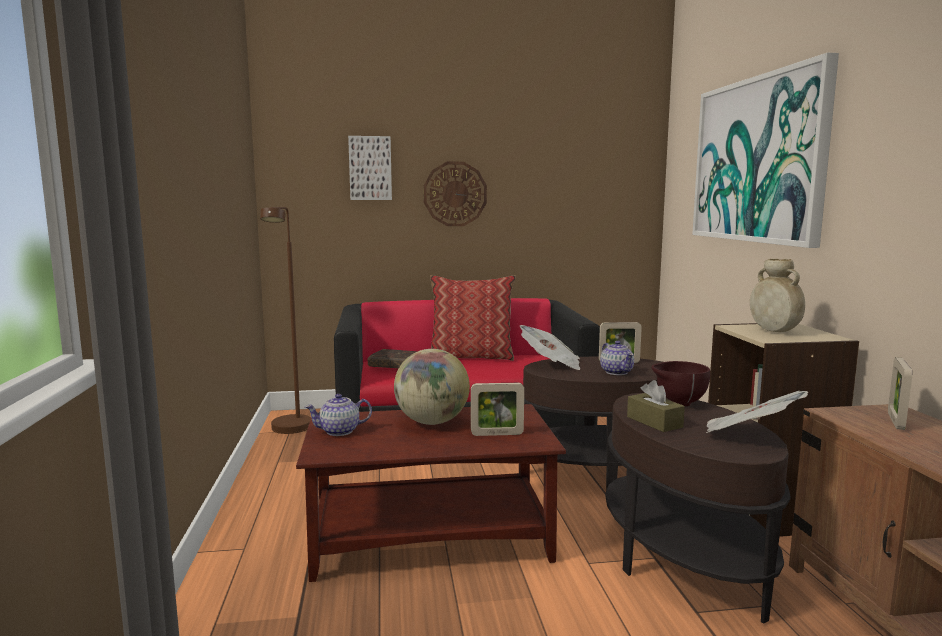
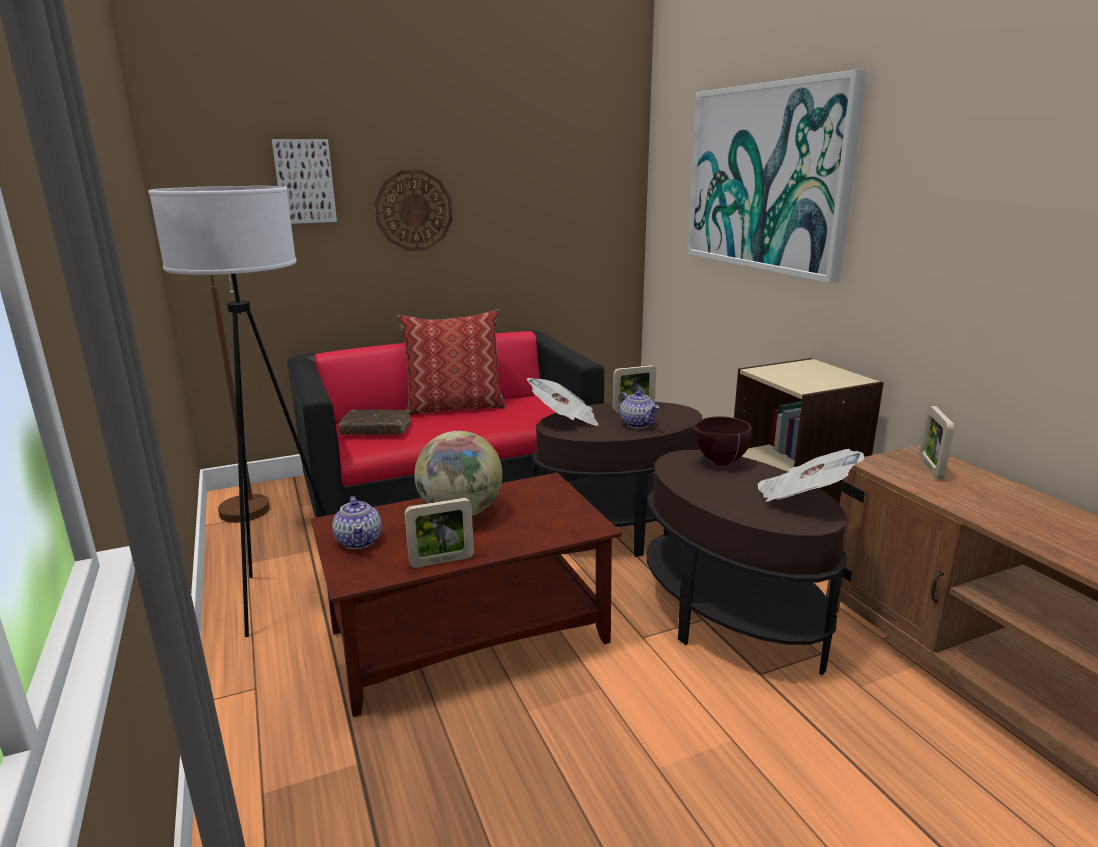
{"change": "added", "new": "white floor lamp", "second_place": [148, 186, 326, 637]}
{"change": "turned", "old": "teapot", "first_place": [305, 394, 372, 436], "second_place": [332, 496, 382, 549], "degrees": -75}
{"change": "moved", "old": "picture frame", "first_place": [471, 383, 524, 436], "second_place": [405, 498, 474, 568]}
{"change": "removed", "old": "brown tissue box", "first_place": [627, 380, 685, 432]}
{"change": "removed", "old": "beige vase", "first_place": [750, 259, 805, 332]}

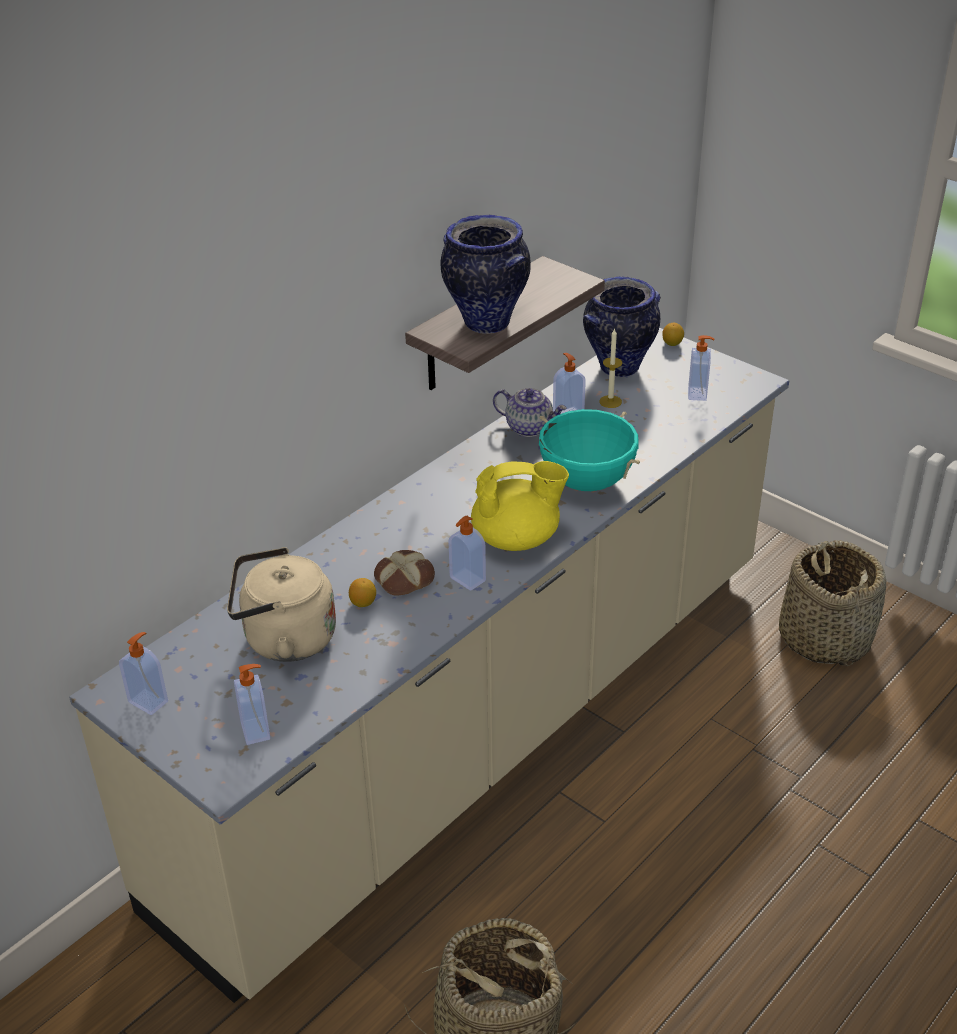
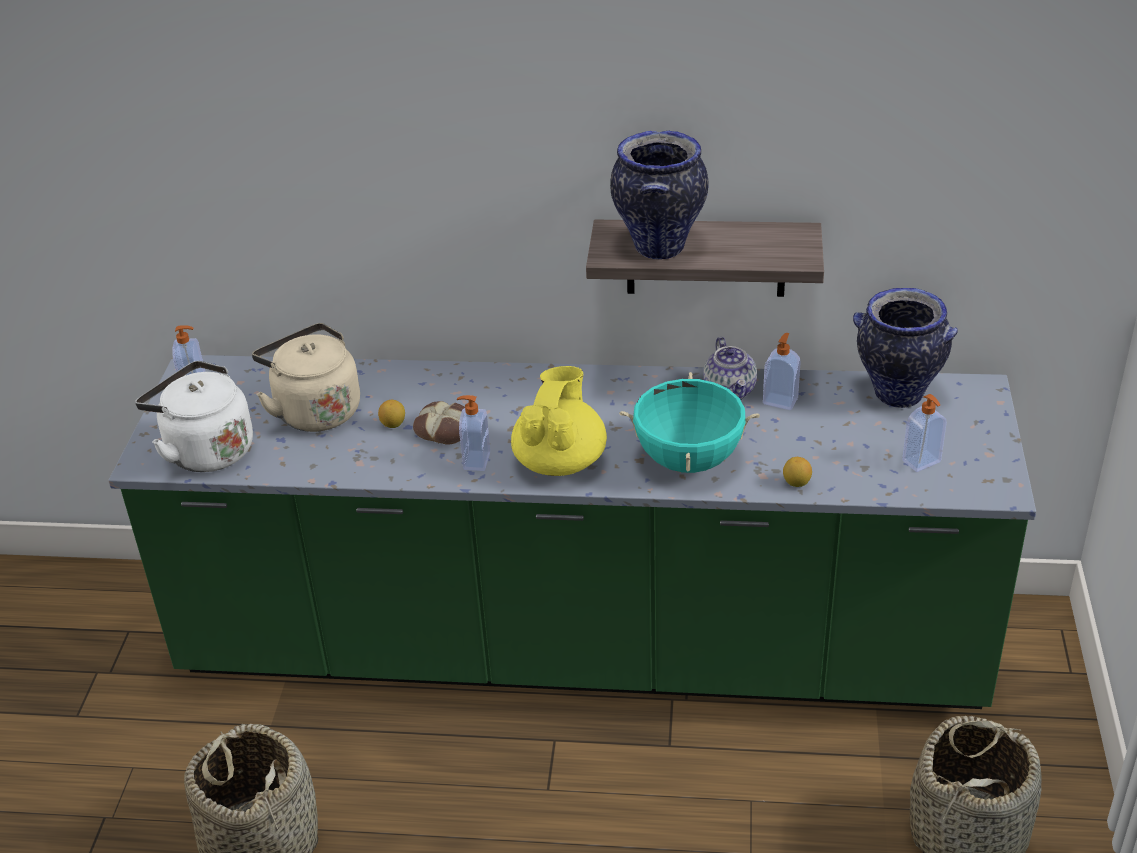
{"change": "recoloured", "old": "beige counter", "new": "green counter", "first_place": [69, 327, 789, 1003], "second_place": [108, 355, 1036, 709]}
{"change": "replaced", "old": "soap dispenser", "new": "white kettle", "first_place": [234, 664, 270, 745], "second_place": [135, 361, 253, 472]}
{"change": "turned", "old": "yellow teapot", "first_place": [471, 461, 569, 551], "second_place": [511, 366, 607, 476], "degrees": -120}
{"change": "moved", "old": "lemon", "first_place": [662, 323, 684, 346], "second_place": [783, 457, 812, 487]}
{"change": "removed", "old": "candle", "first_place": [599, 328, 622, 408]}

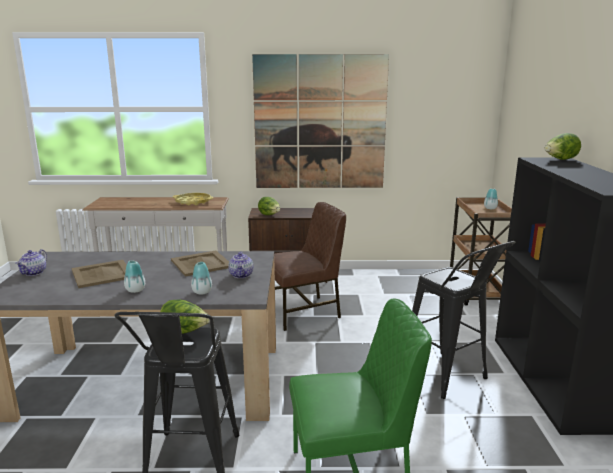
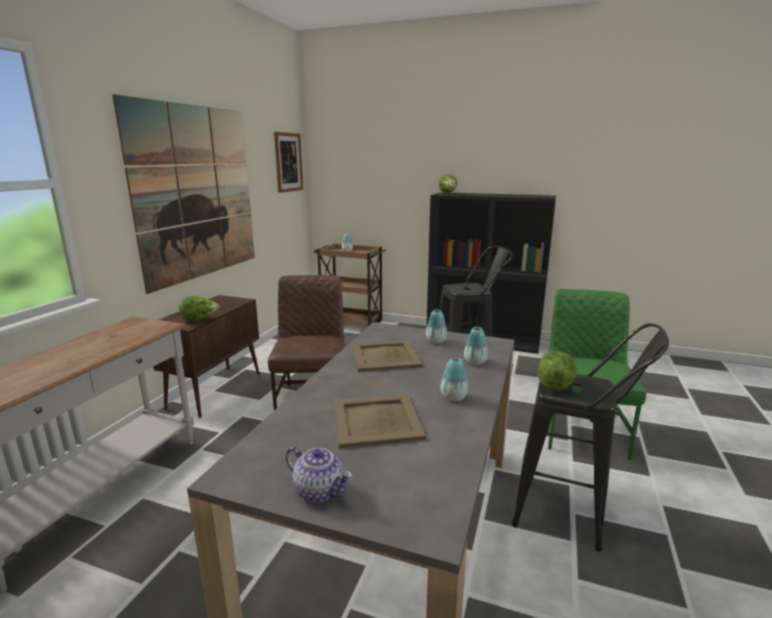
{"change": "added", "new": "picture", "second_place": [274, 132, 303, 193]}
{"change": "replaced", "old": "teapot", "new": "vase", "first_place": [228, 251, 253, 278], "second_place": [426, 309, 447, 344]}
{"change": "removed", "old": "yellow tray", "first_place": [173, 193, 213, 205]}

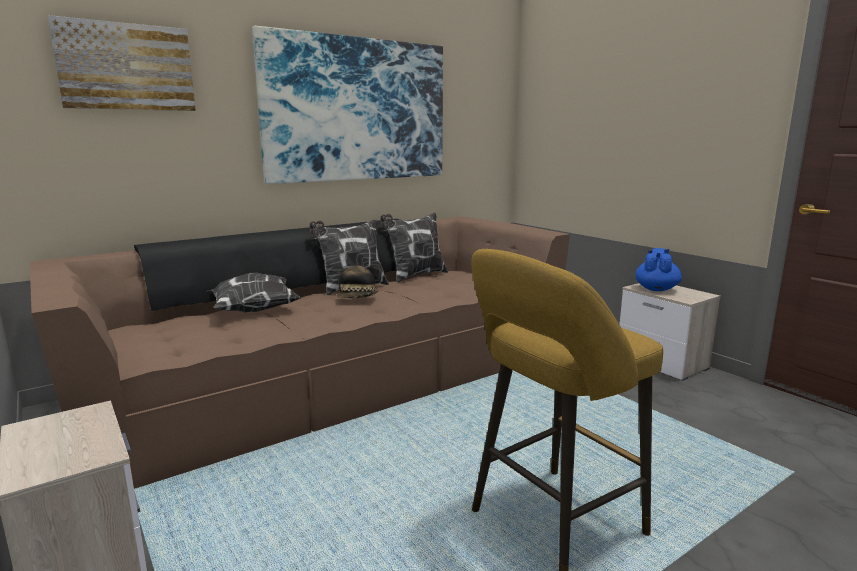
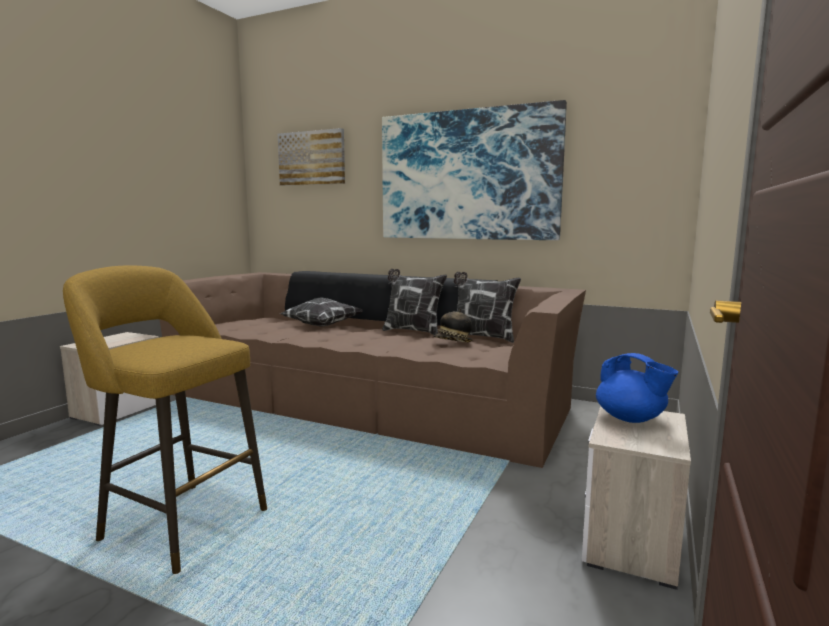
{"change": "moved", "old": "hat", "first_place": [337, 261, 378, 298], "second_place": [433, 308, 473, 342]}
{"change": "turned", "old": "blue teapot", "first_place": [635, 248, 682, 291], "second_place": [596, 353, 678, 423], "degrees": 60}

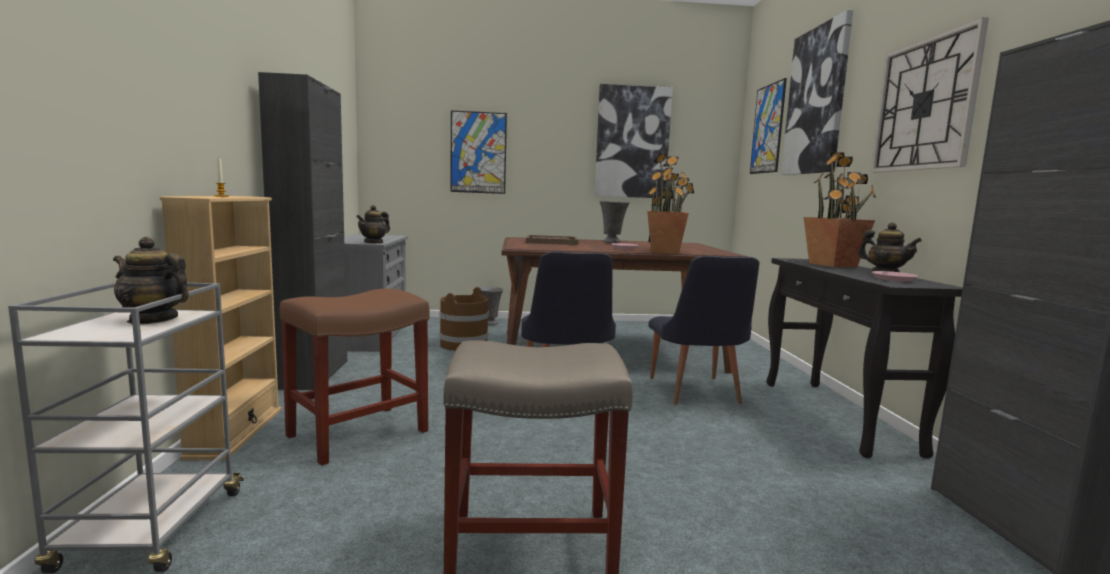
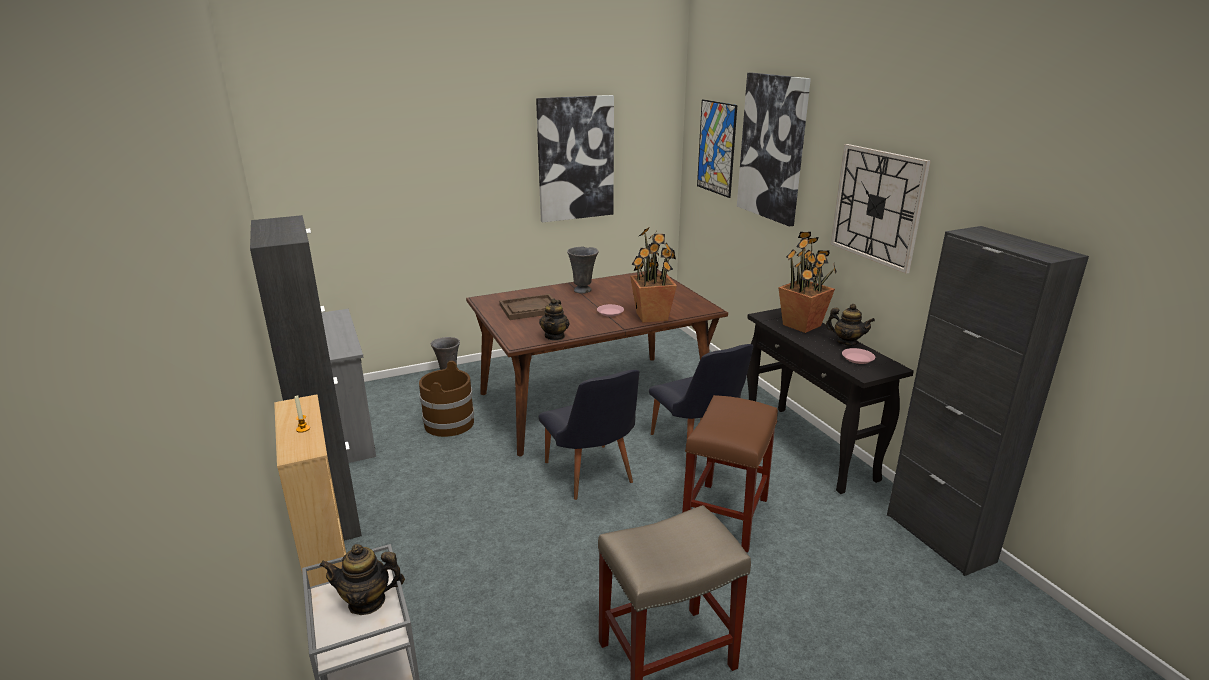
{"change": "moved", "old": "teapot", "first_place": [356, 205, 390, 244], "second_place": [539, 298, 570, 341]}
{"change": "moved", "old": "brown stool", "first_place": [280, 288, 430, 466], "second_place": [682, 395, 778, 553]}
{"change": "removed", "old": "picture", "first_place": [450, 110, 507, 194]}

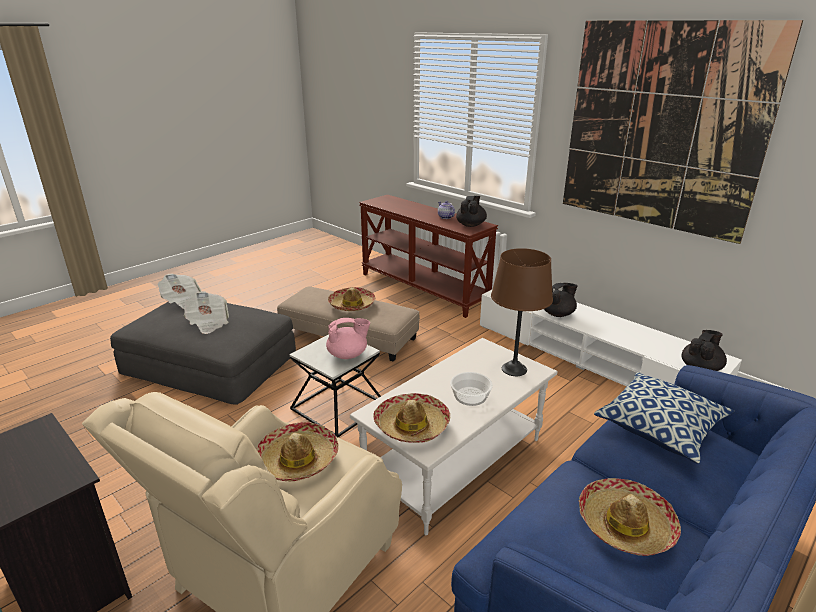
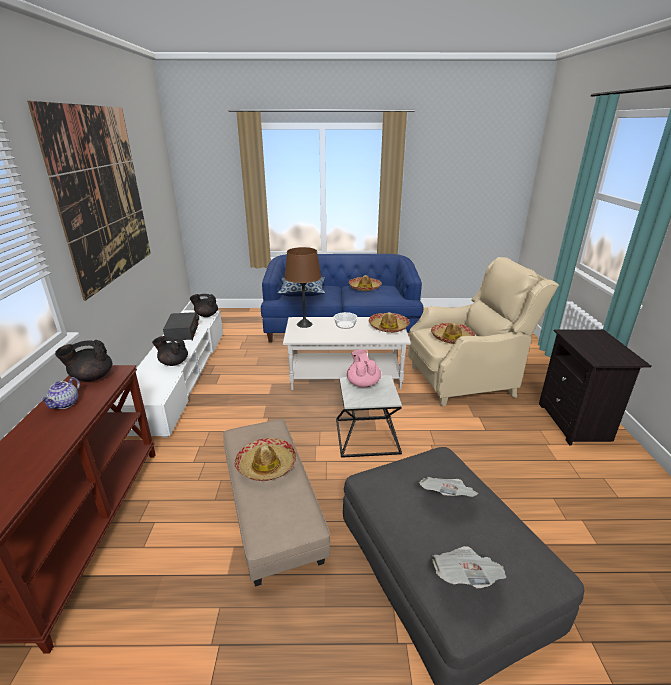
{"change": "added", "new": "radio", "second_place": [163, 311, 199, 340]}
{"change": "turned", "old": "pink teapot", "first_place": [326, 318, 370, 359], "second_place": [347, 349, 381, 388], "degrees": 45}

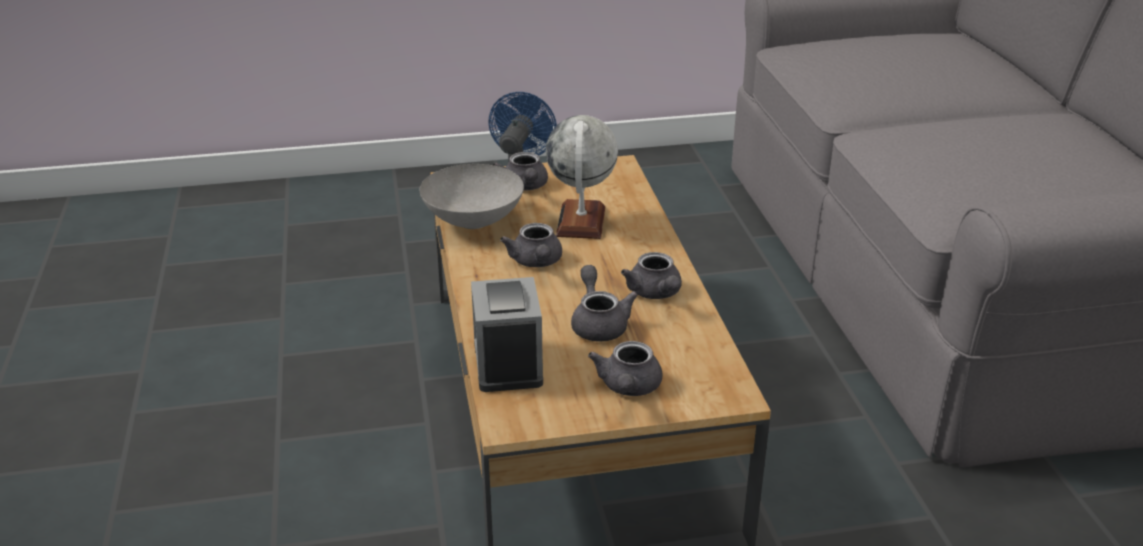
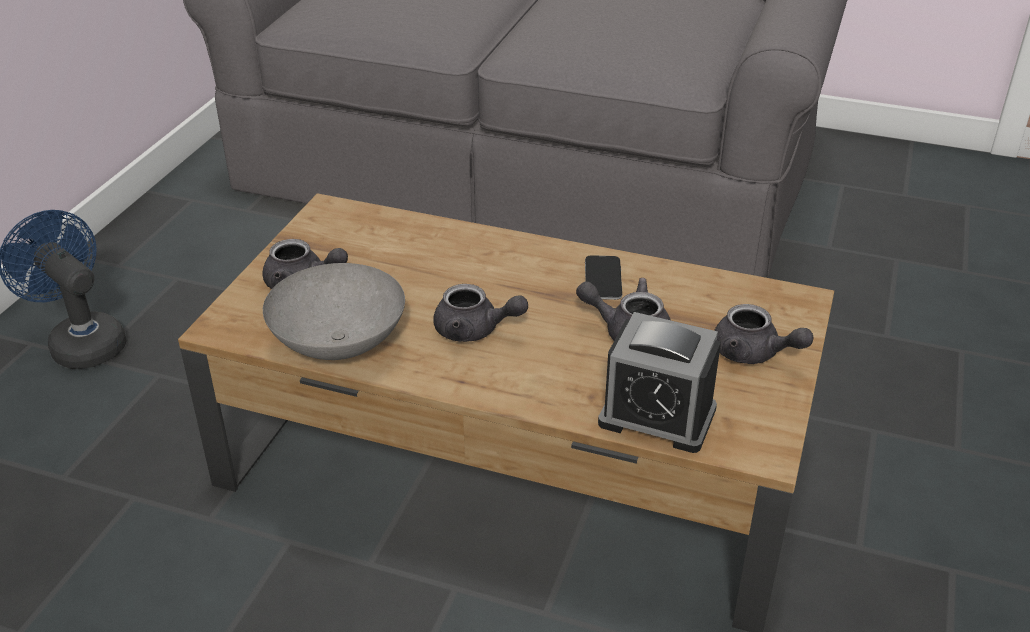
{"change": "replaced", "old": "grey teapot", "new": "phone", "first_place": [621, 252, 682, 299], "second_place": [585, 256, 622, 300]}
{"change": "removed", "old": "globe", "first_place": [546, 115, 618, 239]}

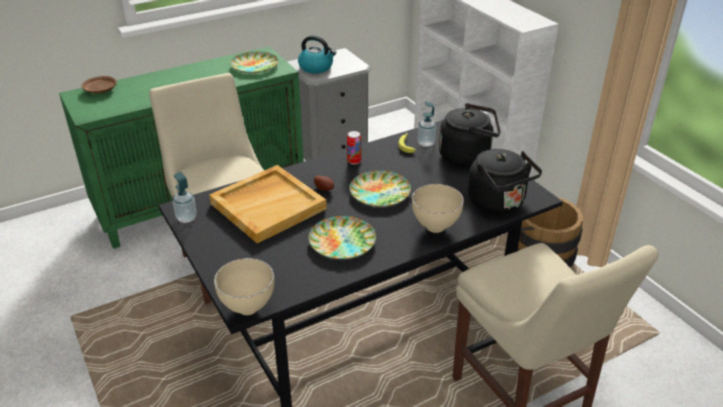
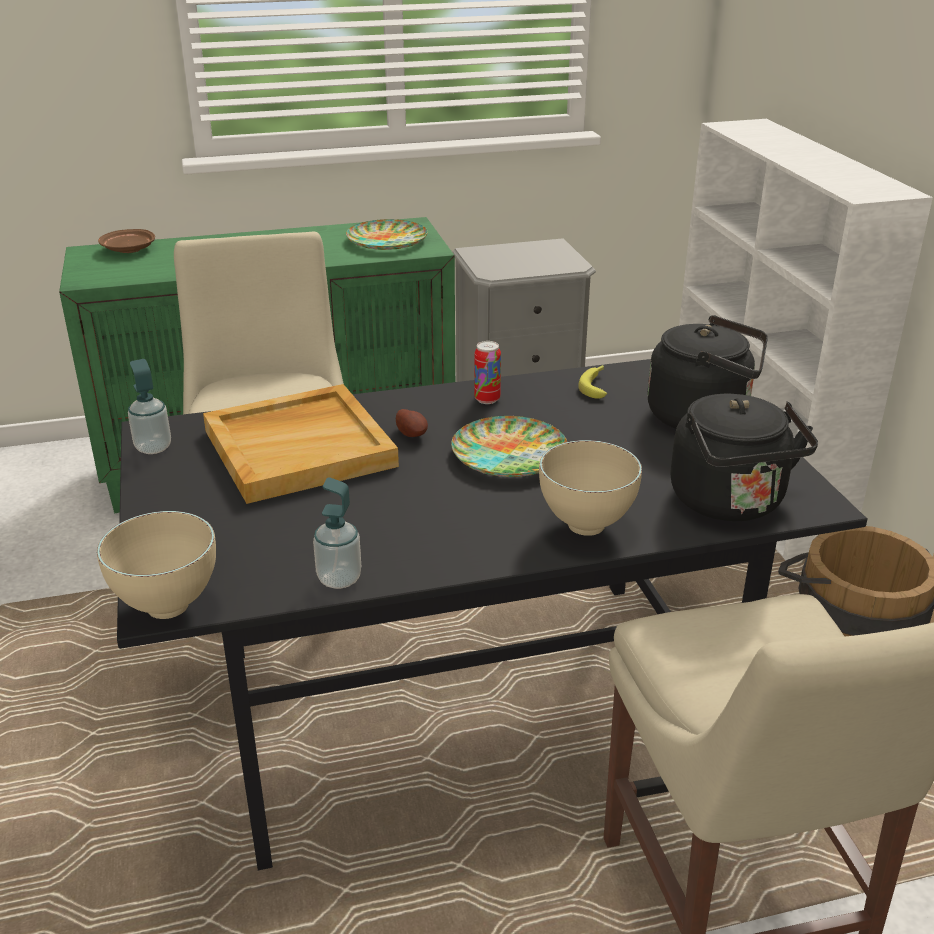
{"change": "moved", "old": "soap dispenser", "first_place": [417, 102, 436, 147], "second_place": [313, 477, 361, 589]}
{"change": "removed", "old": "kettle", "first_place": [298, 35, 336, 73]}
{"change": "removed", "old": "plate", "first_place": [309, 216, 376, 259]}

